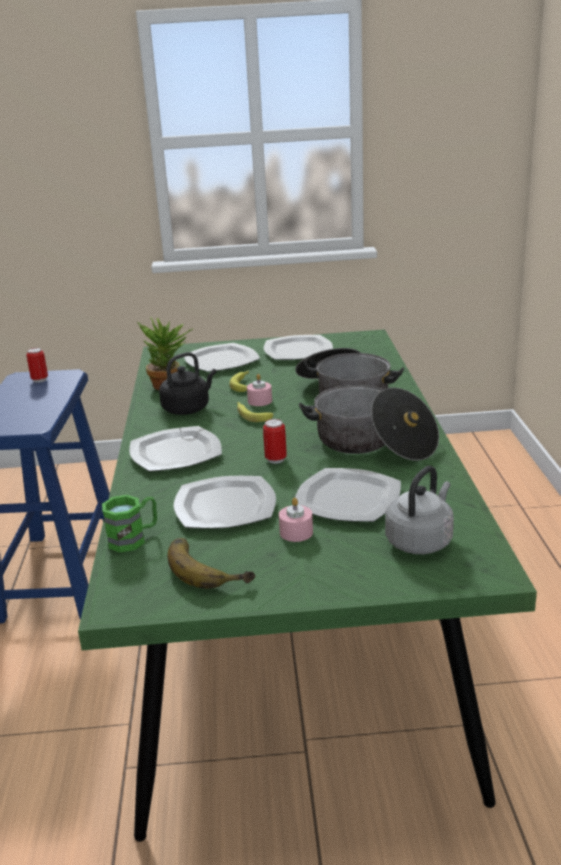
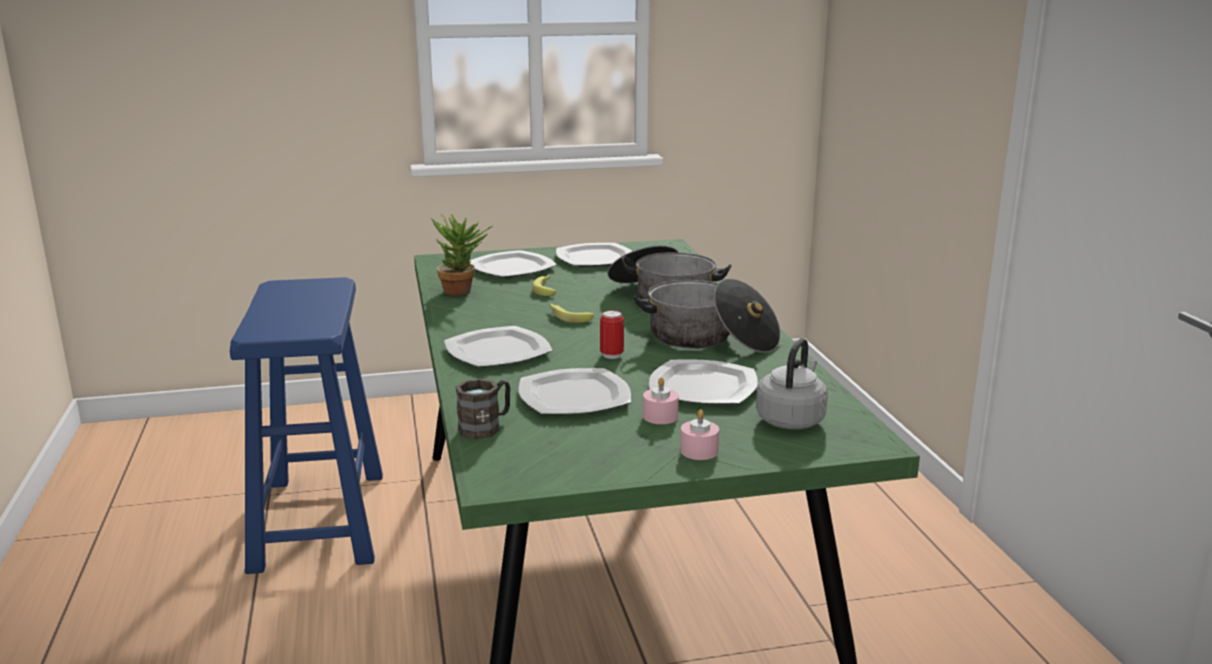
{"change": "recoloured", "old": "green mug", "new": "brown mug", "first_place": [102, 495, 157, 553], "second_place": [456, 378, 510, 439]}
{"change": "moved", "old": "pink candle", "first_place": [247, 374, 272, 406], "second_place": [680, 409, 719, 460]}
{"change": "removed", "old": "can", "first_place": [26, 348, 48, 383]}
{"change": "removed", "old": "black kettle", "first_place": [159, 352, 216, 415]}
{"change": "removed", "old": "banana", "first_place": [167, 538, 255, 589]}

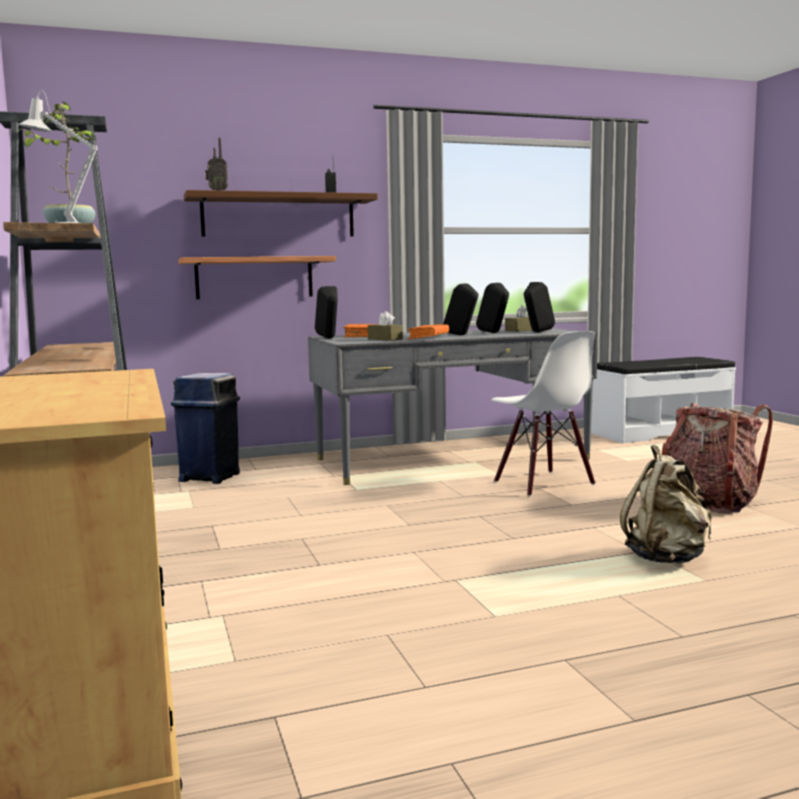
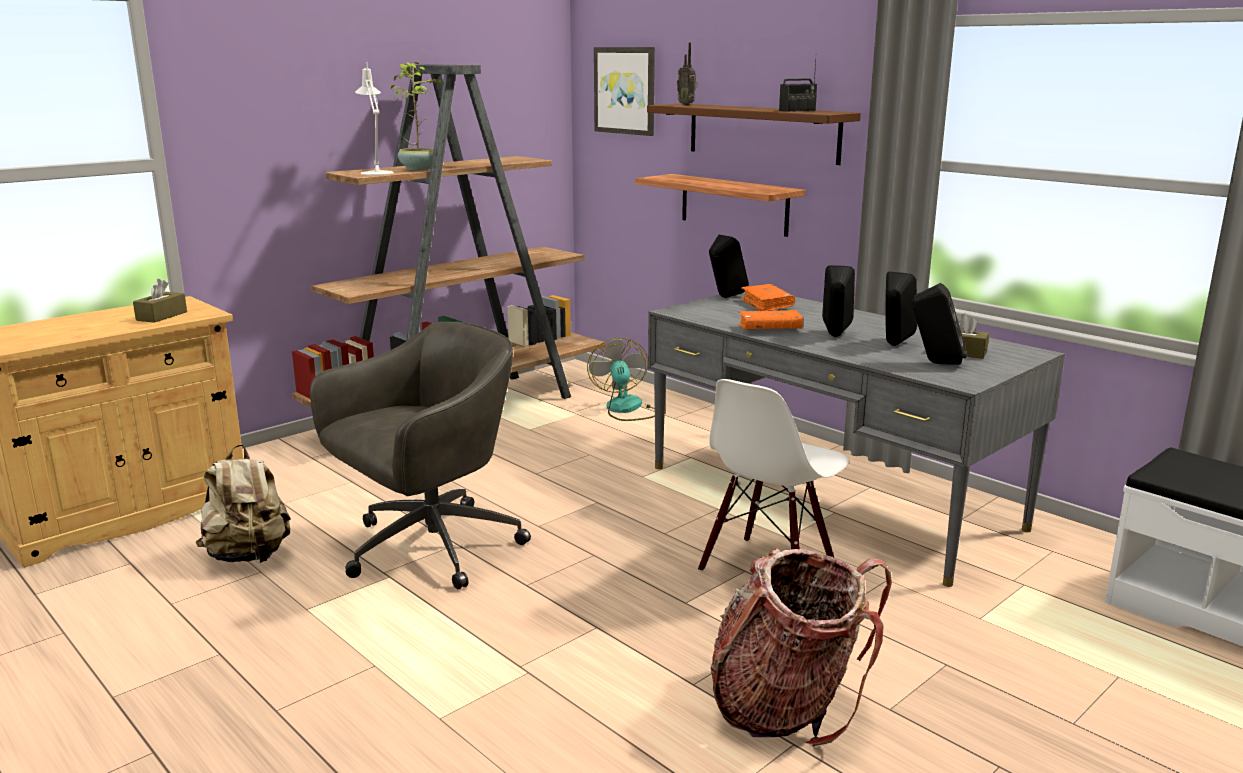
{"change": "moved", "old": "brown tissue box", "first_place": [368, 311, 403, 341], "second_place": [133, 279, 187, 323]}
{"change": "moved", "old": "beige backpack", "first_place": [620, 445, 711, 564], "second_place": [196, 444, 291, 563]}
{"change": "added", "new": "grey office chair", "second_place": [310, 322, 531, 589]}
{"change": "replaced", "old": "blue trash can", "new": "fan", "first_place": [171, 373, 240, 484], "second_place": [587, 338, 655, 421]}
{"change": "added", "new": "picture", "second_place": [594, 47, 655, 136]}

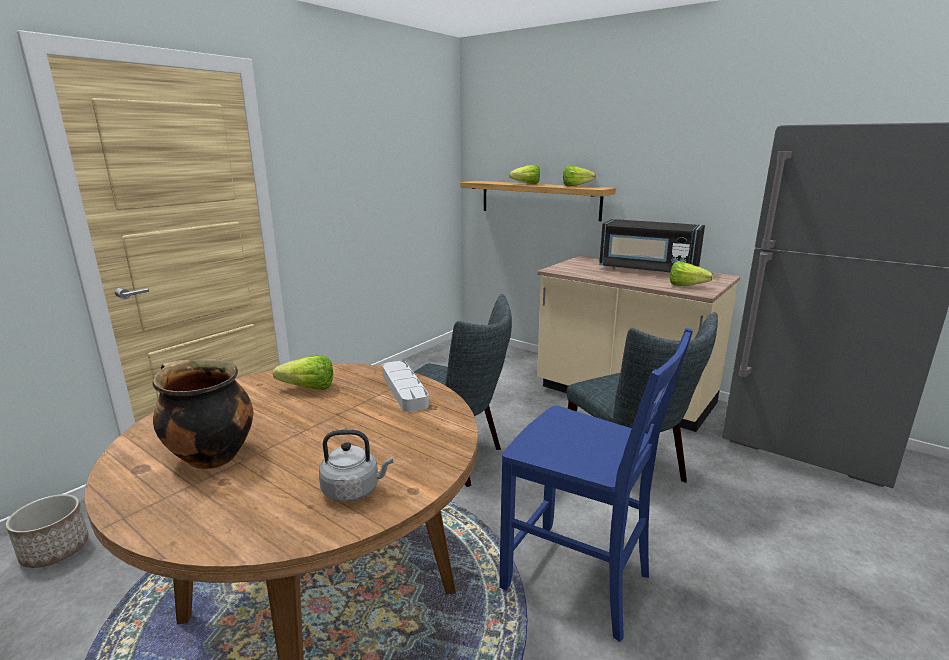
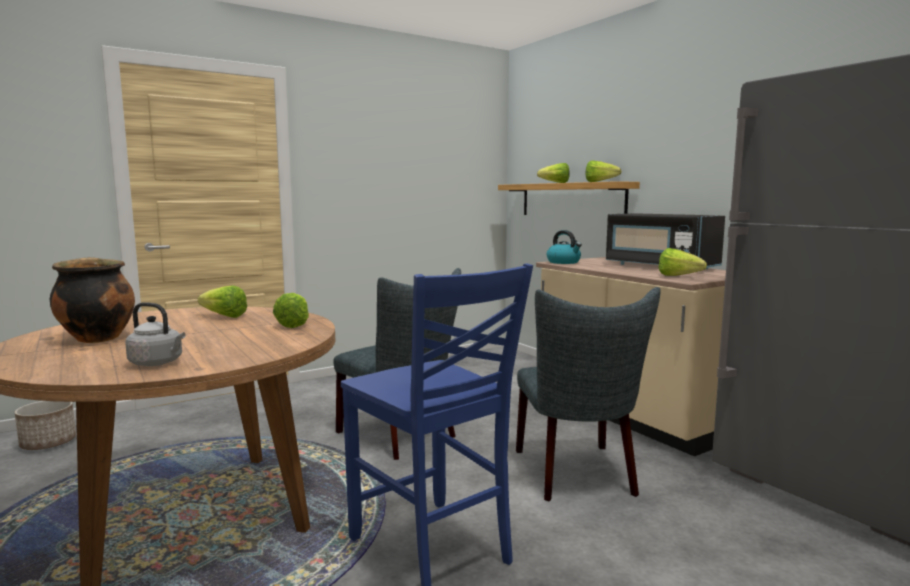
{"change": "replaced", "old": "grey tray", "new": "lettuce", "first_place": [382, 361, 429, 412], "second_place": [273, 293, 309, 328]}
{"change": "added", "new": "kettle", "second_place": [547, 230, 582, 264]}

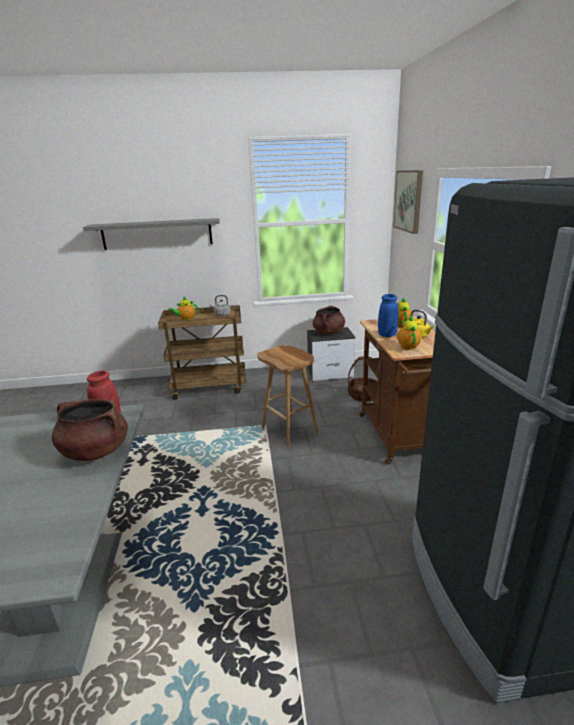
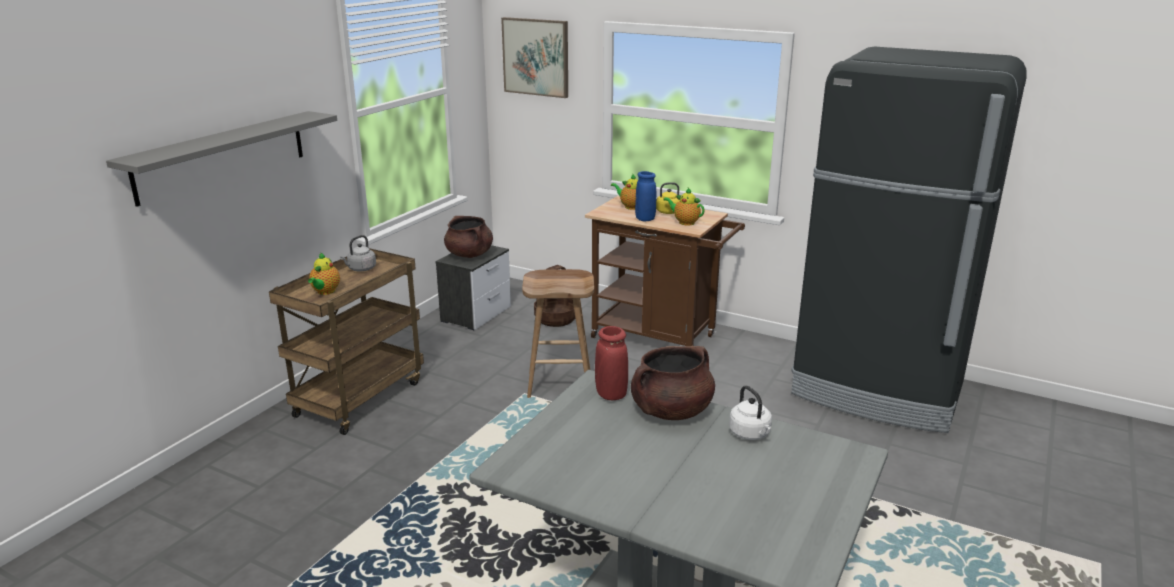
{"change": "added", "new": "white kettle", "second_place": [729, 386, 772, 440]}

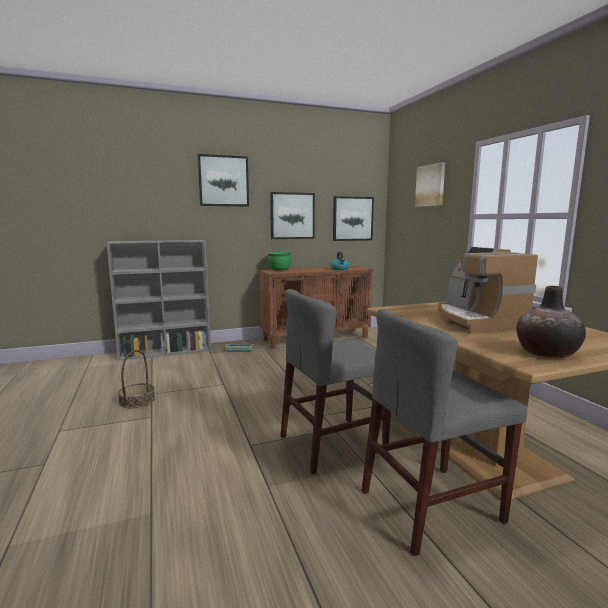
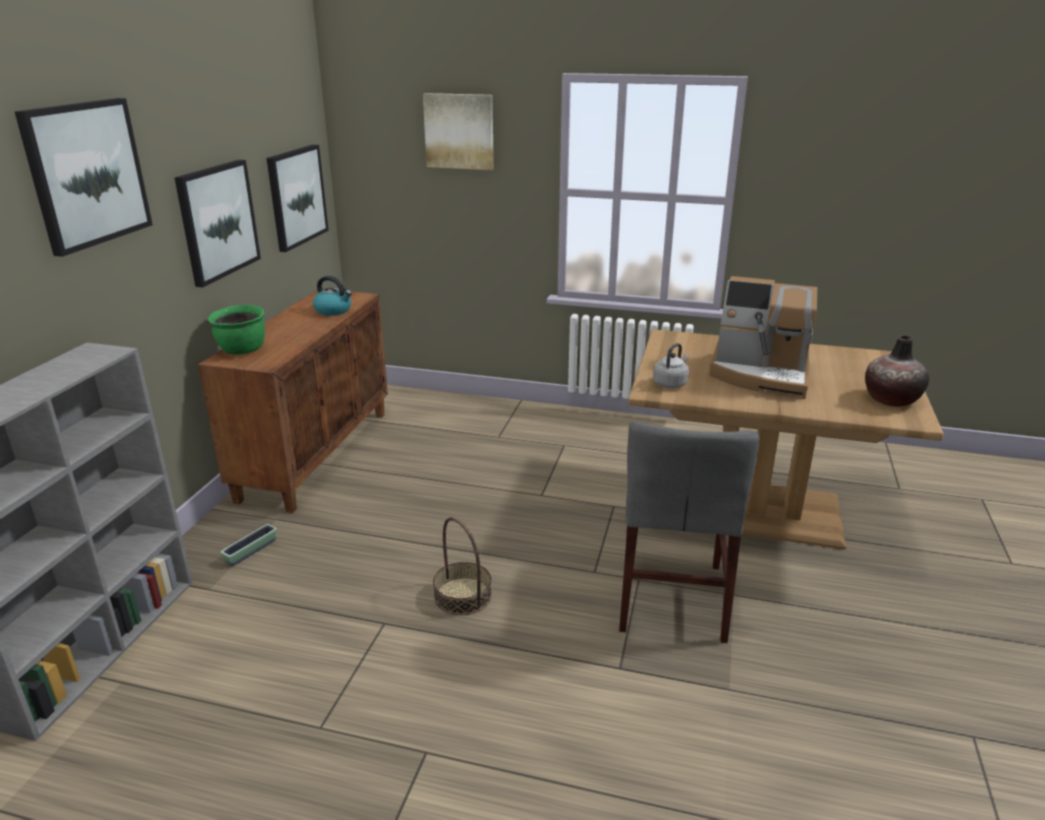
{"change": "moved", "old": "basket", "first_place": [118, 350, 155, 408], "second_place": [433, 517, 492, 615]}
{"change": "added", "new": "grey kettle", "second_place": [653, 343, 689, 388]}
{"change": "removed", "old": "grey chair", "first_place": [361, 309, 527, 556]}

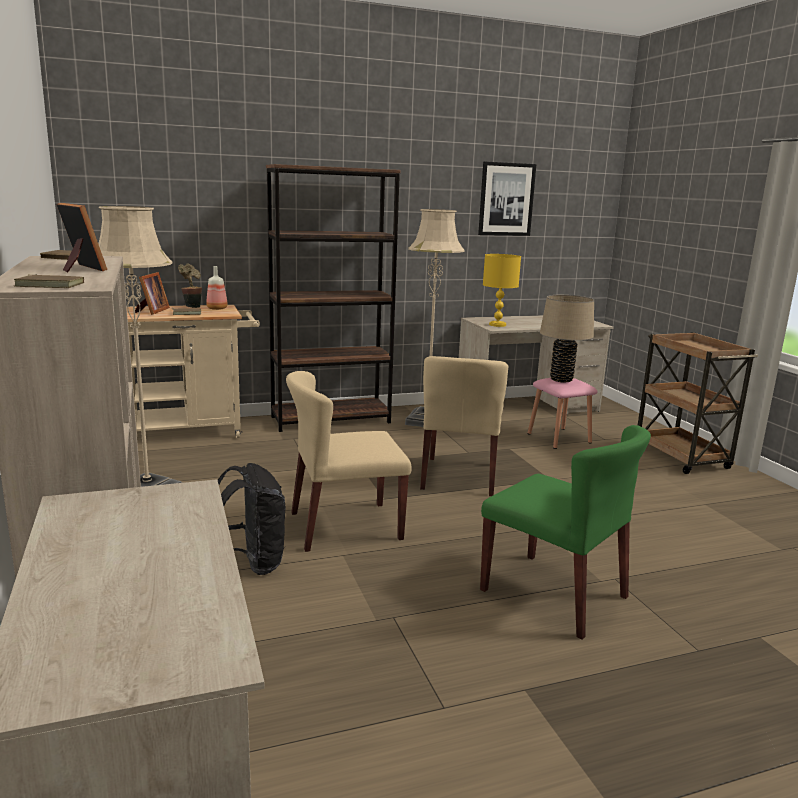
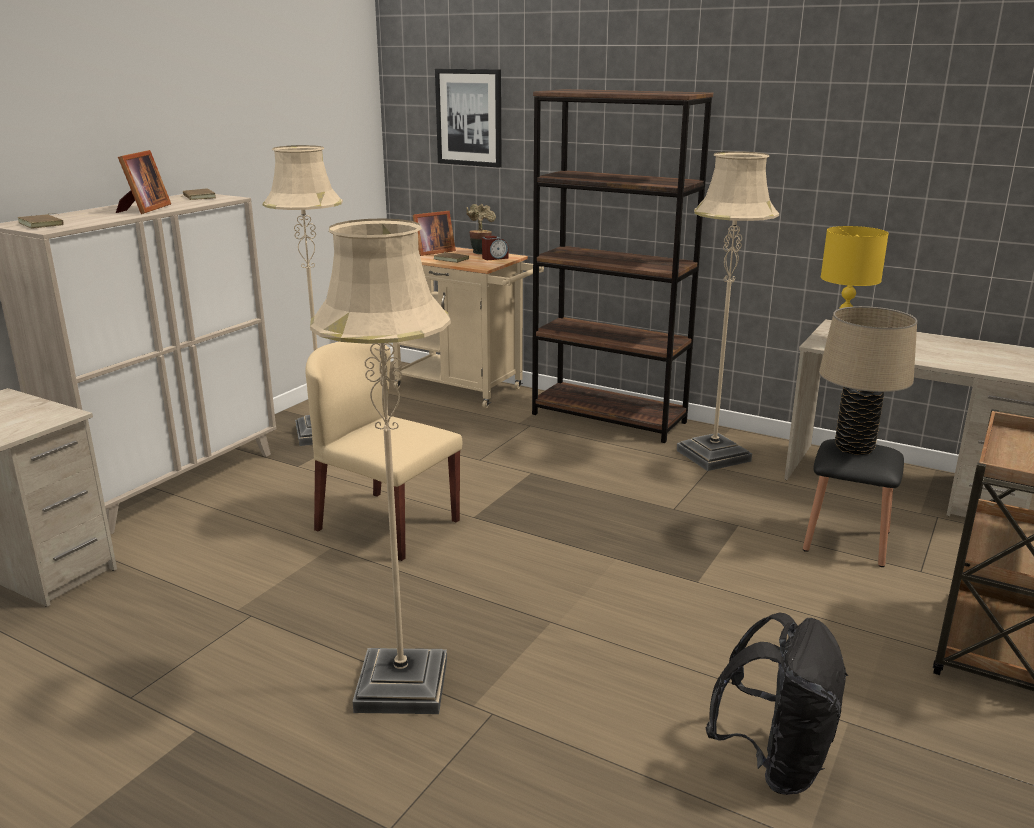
{"change": "replaced", "old": "green chair", "new": "beige floor lamp", "first_place": [480, 425, 651, 640], "second_place": [310, 218, 451, 714]}
{"change": "moved", "old": "picture", "first_place": [478, 162, 536, 236], "second_place": [435, 69, 502, 168]}
{"change": "replaced", "old": "bottle", "new": "alarm clock", "first_place": [206, 266, 228, 310], "second_place": [482, 236, 508, 260]}
{"change": "moved", "old": "black backpack", "first_place": [218, 463, 286, 575], "second_place": [705, 612, 848, 795]}
{"change": "recoloured", "old": "pink stool", "new": "black stool", "first_place": [527, 378, 598, 449], "second_place": [803, 439, 904, 567]}
{"change": "removed", "old": "beige chair", "first_place": [420, 356, 508, 496]}

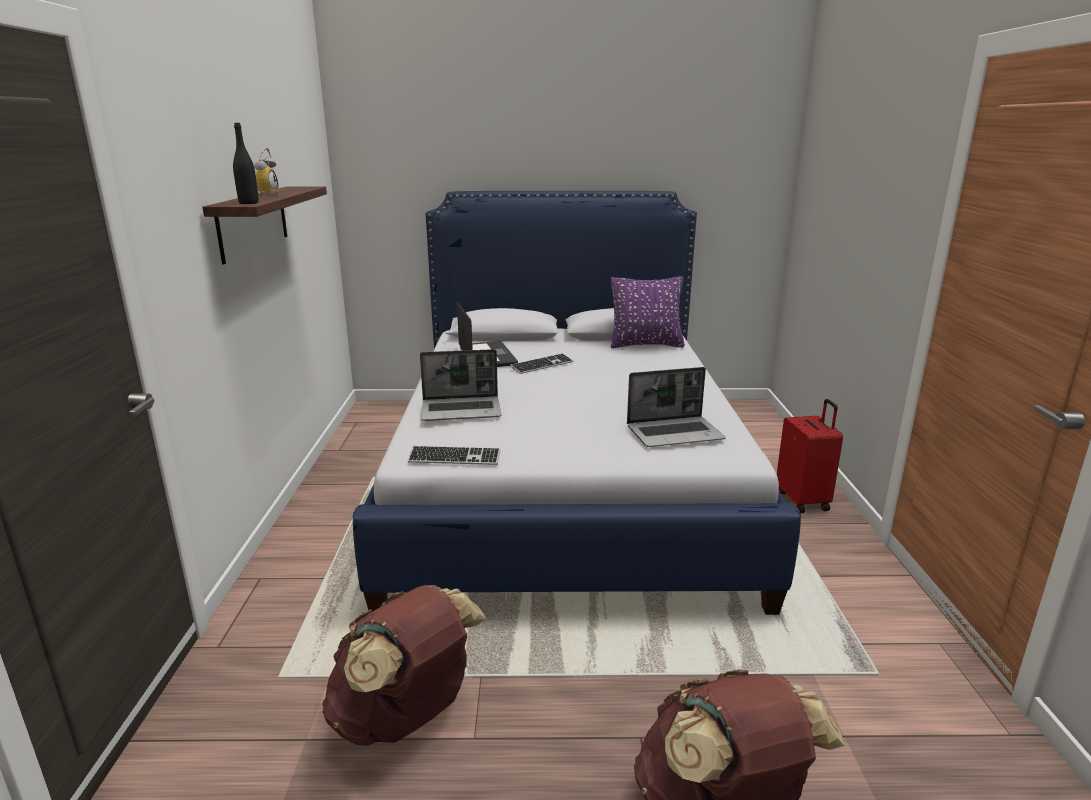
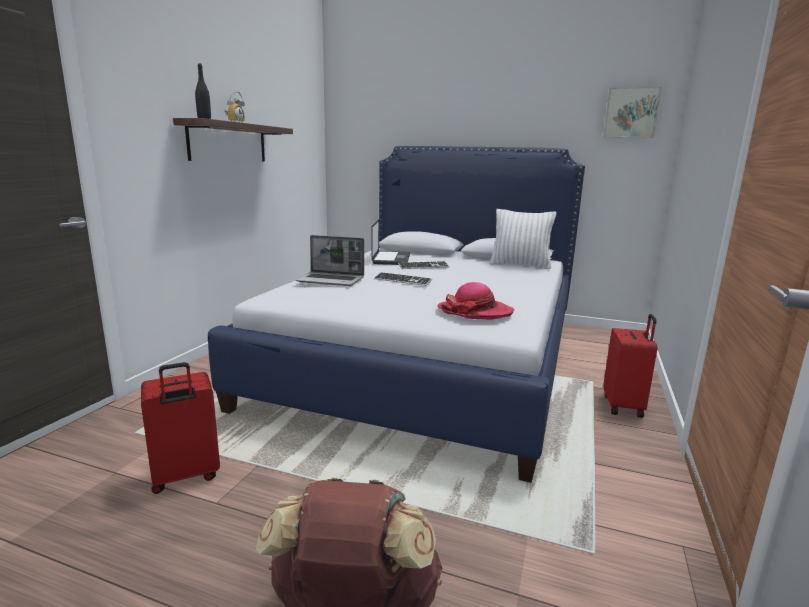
{"change": "replaced", "old": "brown backpack", "new": "red suitcase", "first_place": [322, 585, 486, 746], "second_place": [141, 362, 220, 494]}
{"change": "moved", "old": "keyboard", "first_place": [408, 446, 501, 465], "second_place": [374, 272, 432, 286]}
{"change": "replaced", "old": "laptop", "new": "hat", "first_place": [627, 367, 726, 447], "second_place": [437, 282, 514, 320]}
{"change": "recoloured", "old": "purple pillow", "new": "white pillow", "first_place": [610, 276, 685, 348], "second_place": [490, 209, 557, 269]}
{"change": "added", "new": "picture", "second_place": [603, 86, 662, 138]}

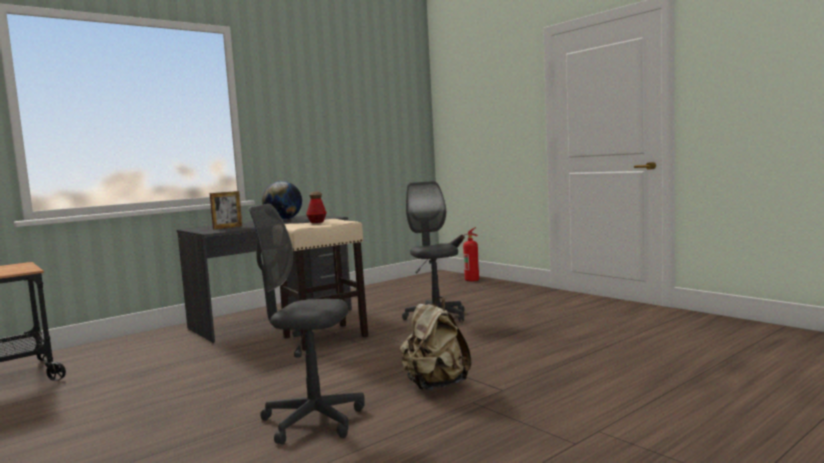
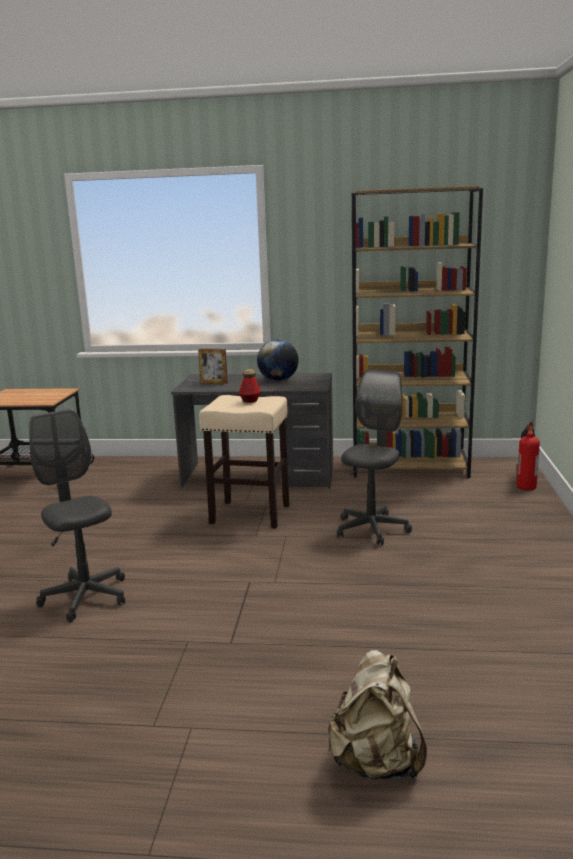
{"change": "moved", "old": "beige backpack", "first_place": [400, 297, 471, 390], "second_place": [328, 650, 427, 780]}
{"change": "added", "new": "brown bookcase", "second_place": [352, 186, 483, 478]}

